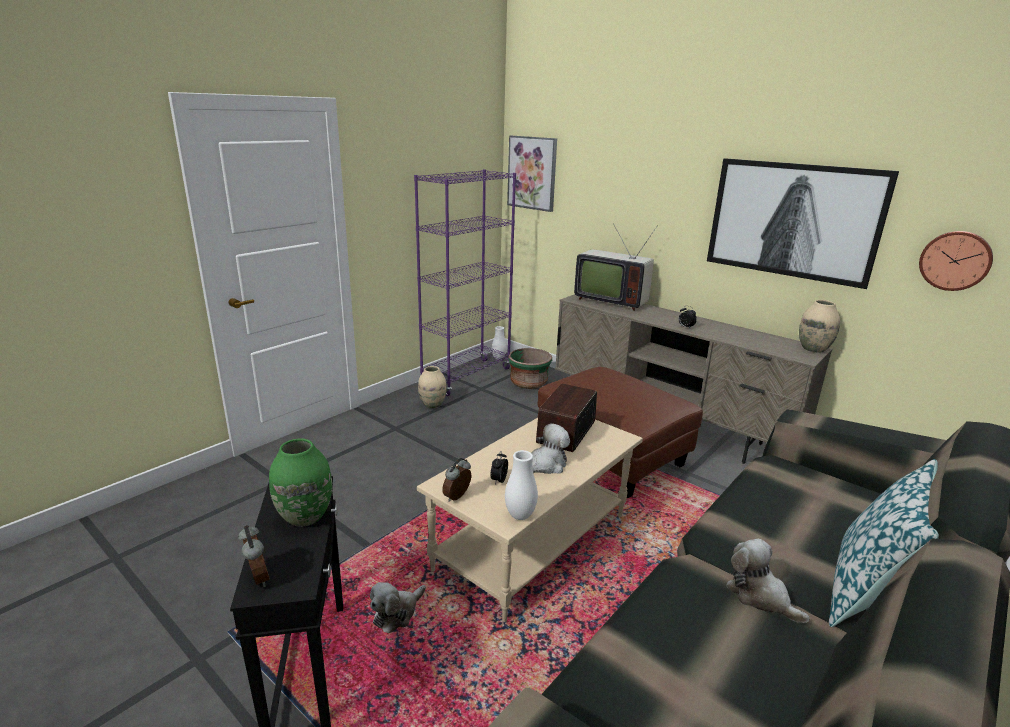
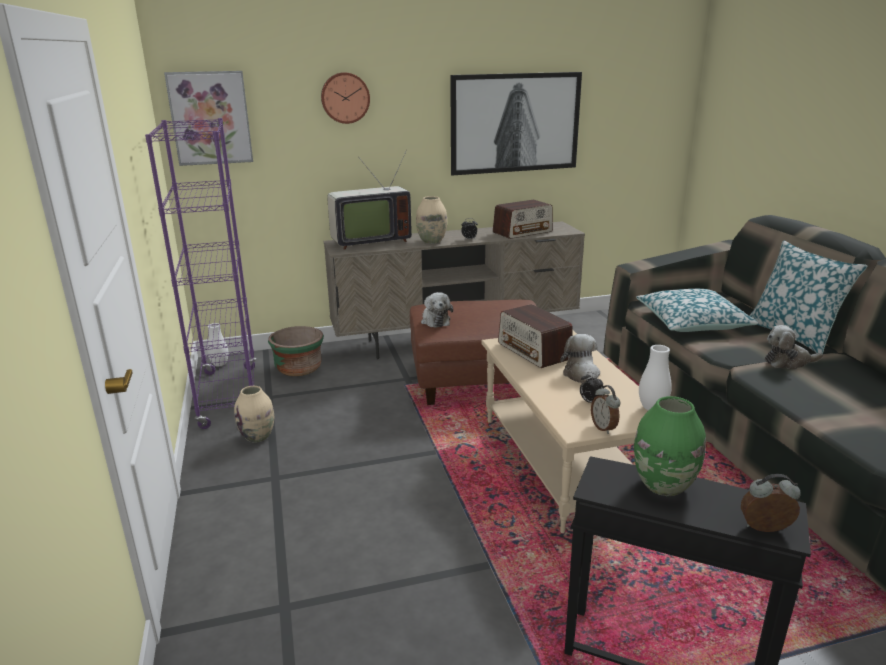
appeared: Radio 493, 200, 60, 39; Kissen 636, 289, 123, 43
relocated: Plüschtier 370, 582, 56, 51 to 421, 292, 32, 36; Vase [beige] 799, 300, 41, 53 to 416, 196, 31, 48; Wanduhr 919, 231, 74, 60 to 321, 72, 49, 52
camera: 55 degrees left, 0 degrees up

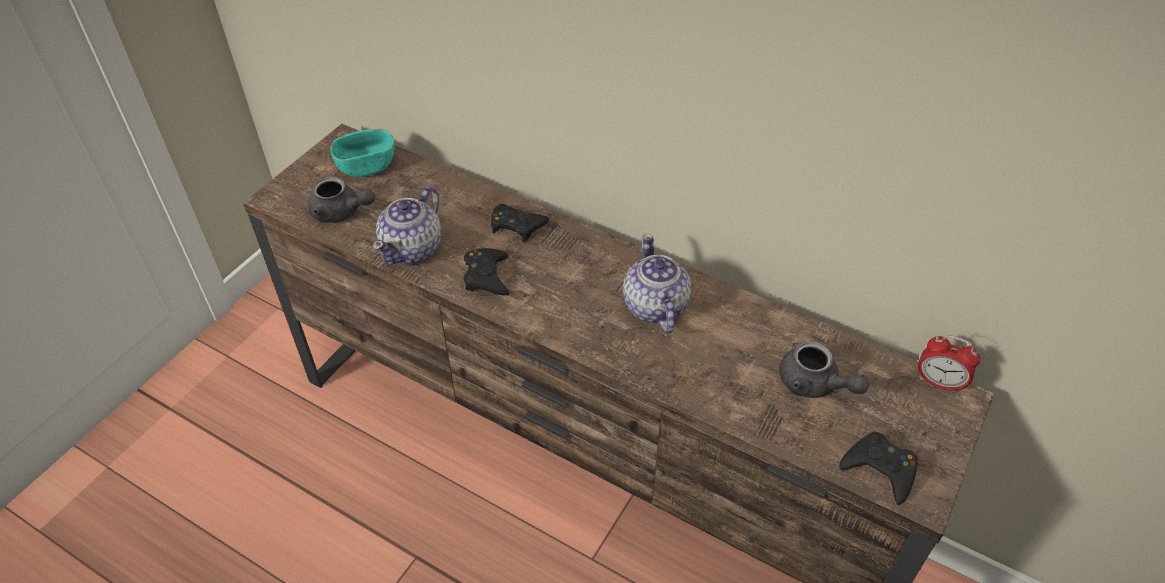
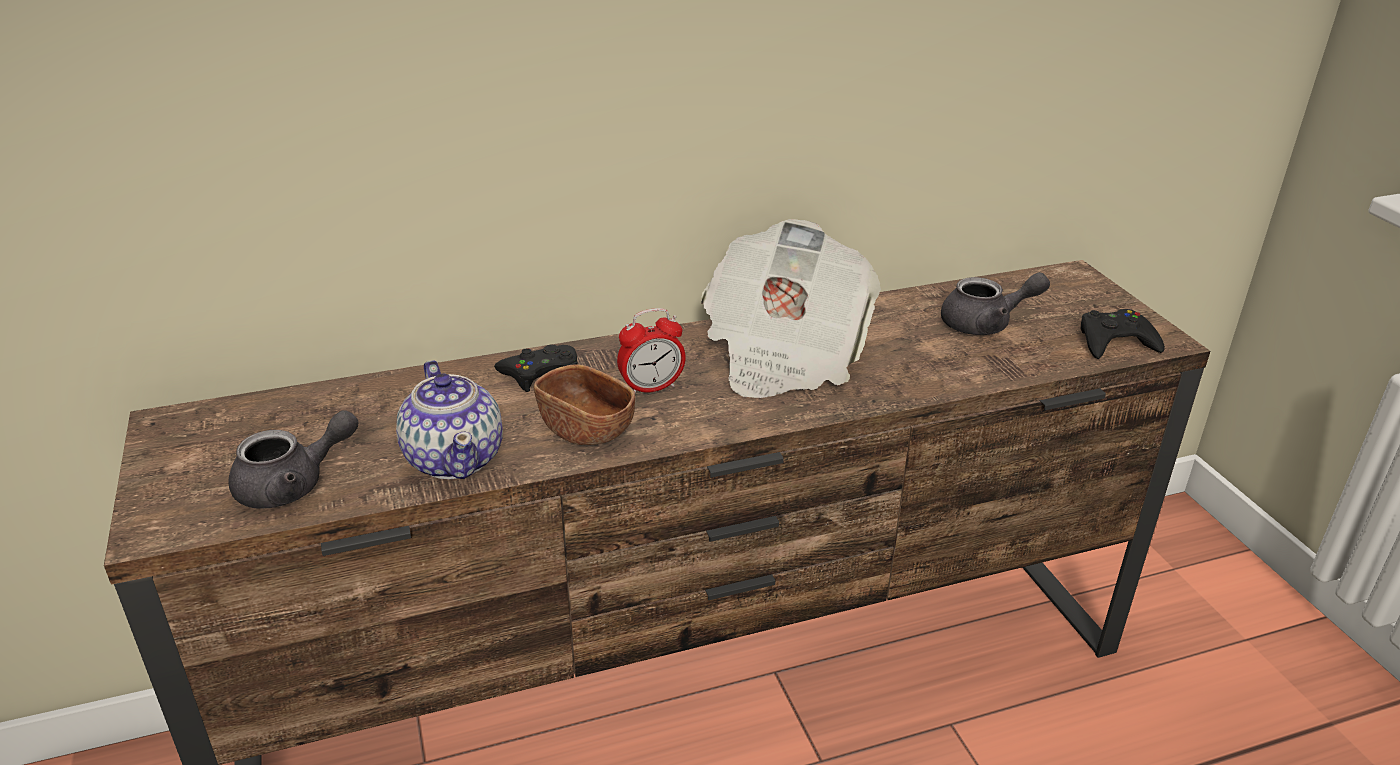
missing: Schüssel [türkis] 330, 129, 65, 48
relocated: Wecker 918, 335, 62, 58 to 617, 308, 69, 85
exchanged: Gamepad [schwarz] 463, 248, 46, 48 to Schüssel [braun] 534, 364, 101, 81; Teekanne 623, 234, 68, 100 to Zeitung 701, 219, 180, 179
camera: 50 degrees left, 15 degrees down

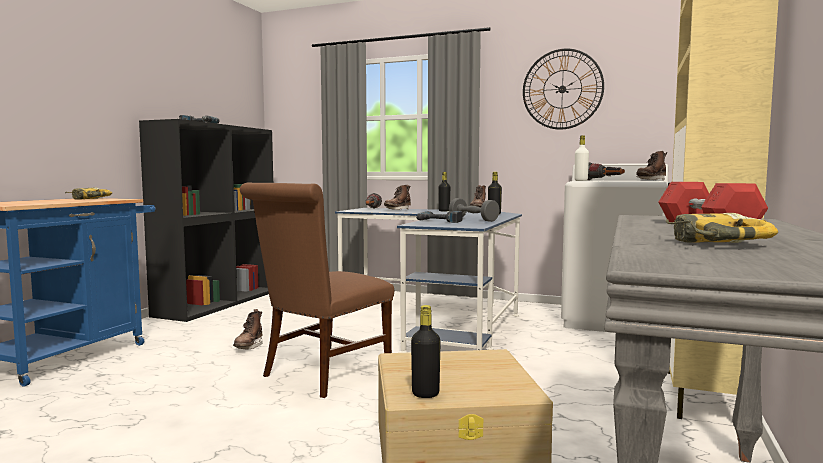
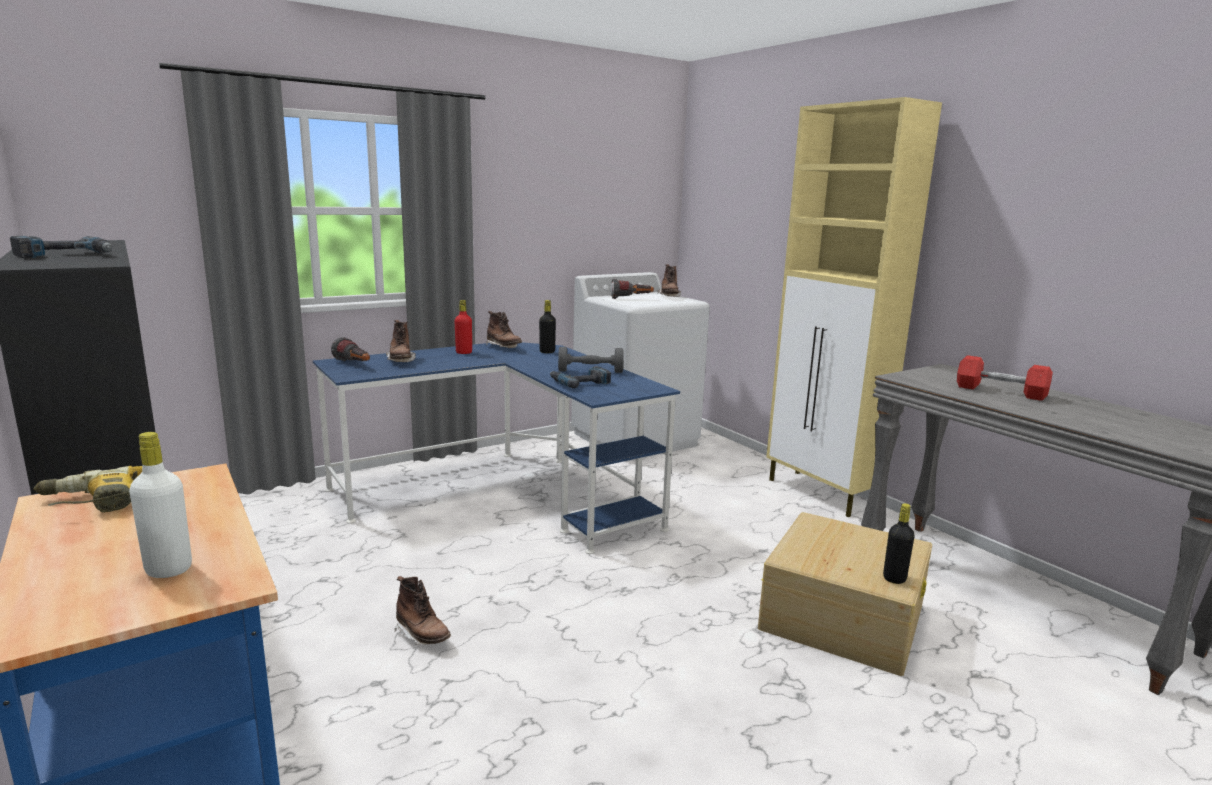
missing: Stuhl [braun] 240, 182, 154, 216; Wanduhr 523, 49, 81, 81; Bohrmaschine 666, 213, 112, 30
relocated: Flasche [weiß] 575, 135, 14, 46 to 129, 432, 63, 146
colour: Flasche [schwarz] 438, 172, 12, 39 to Flasche [rot] 454, 300, 18, 54
camera: 55 degrees left, 10 degrees up

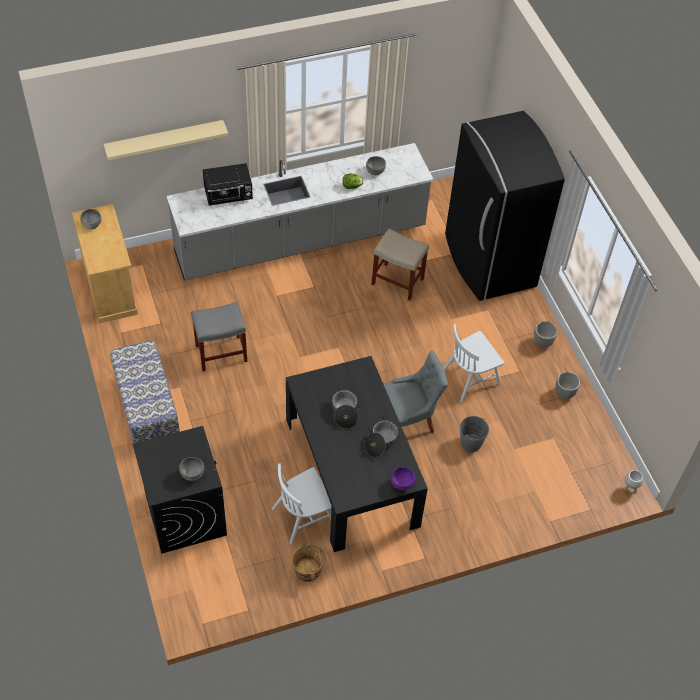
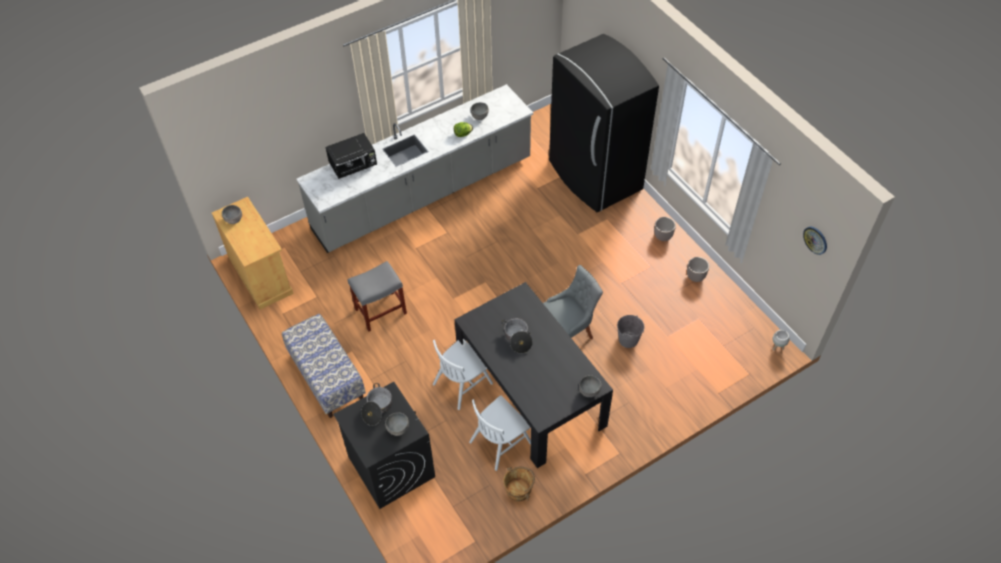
missing: Wandregal [beige] 104, 120, 124, 40; Hocker [beige] 372, 228, 57, 72
appeared: Wanduhr 803, 227, 24, 28
relocated: Kochtopf 364, 416, 34, 41 to 361, 383, 31, 43; Stuhl [weiß] 443, 324, 61, 78 to 433, 339, 60, 71
colour: Schüssel [lila] 391, 467, 24, 23 to Schüssel [grau] 579, 375, 22, 22
camera: 10 degrees left, 0 degrees up

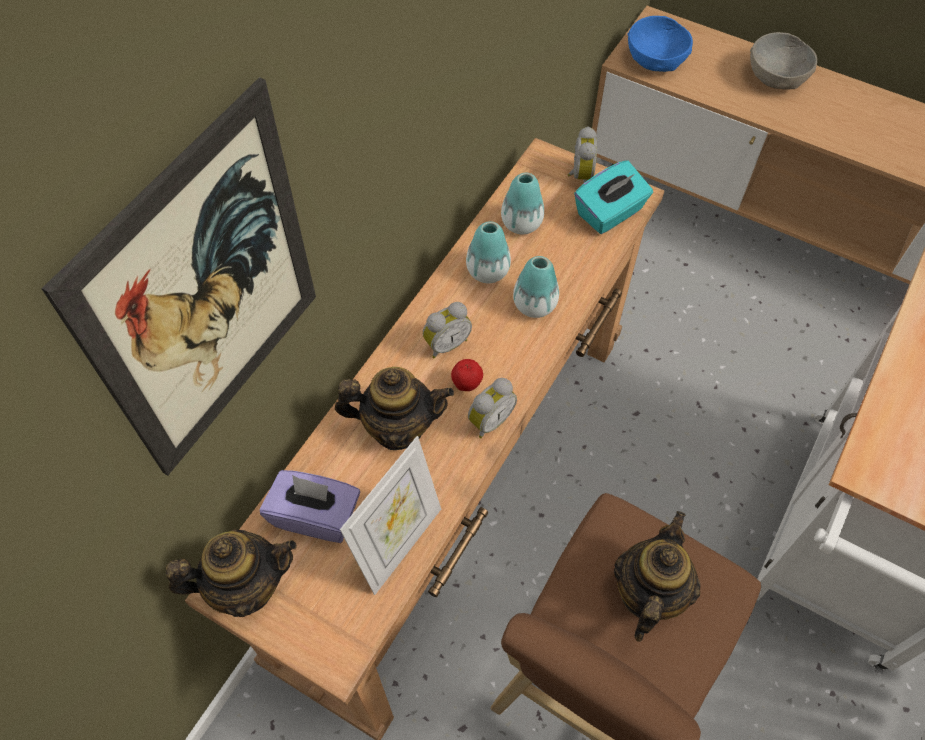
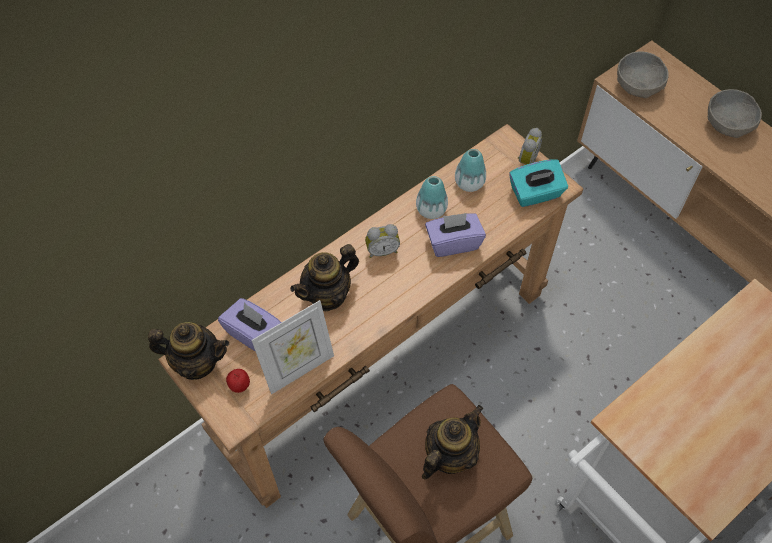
missing: Bild 42, 77, 274, 398; Wecker 468, 378, 49, 60
relocated: Apfel 451, 359, 32, 32 to 226, 369, 24, 24
exchanged: Vase 513, 256, 46, 62 to Taschentuchbox [lila] 425, 213, 61, 44
colour: Schüssel [blau] 627, 16, 66, 56 to Schüssel [grau] 617, 51, 52, 47
spun: Teekanne 335, 367, 119, 83 = 290, 244, 69, 68 120 degrees clockwise
camera: 20 degrees right, 0 degrees up

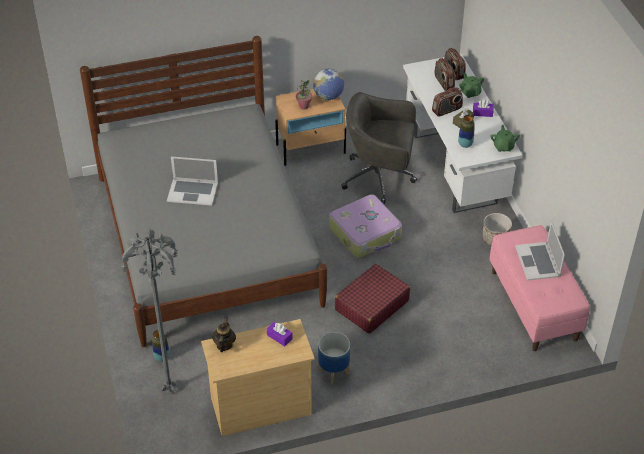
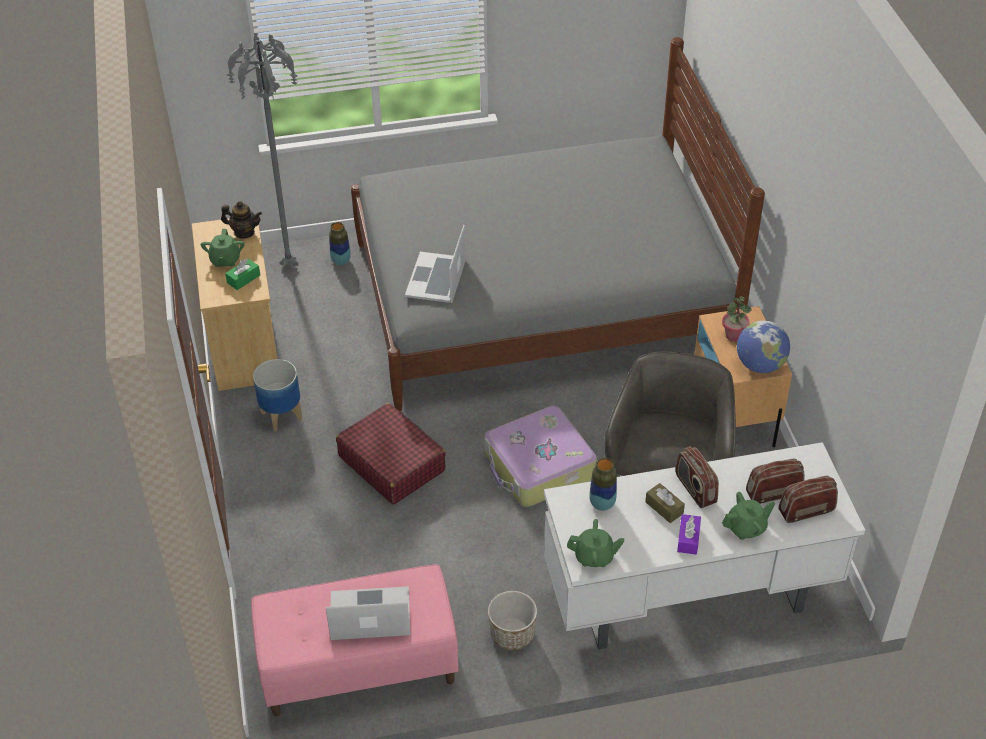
appeared: Teekanne [grün] 201, 229, 43, 38
relocated: Laptop 167, 156, 51, 50 to 405, 225, 61, 78
colour: Taschentuchbox [lila] 267, 321, 26, 25 to Taschentuchbox [grün] 225, 259, 35, 31
camera: 95 degrees right, 0 degrees up

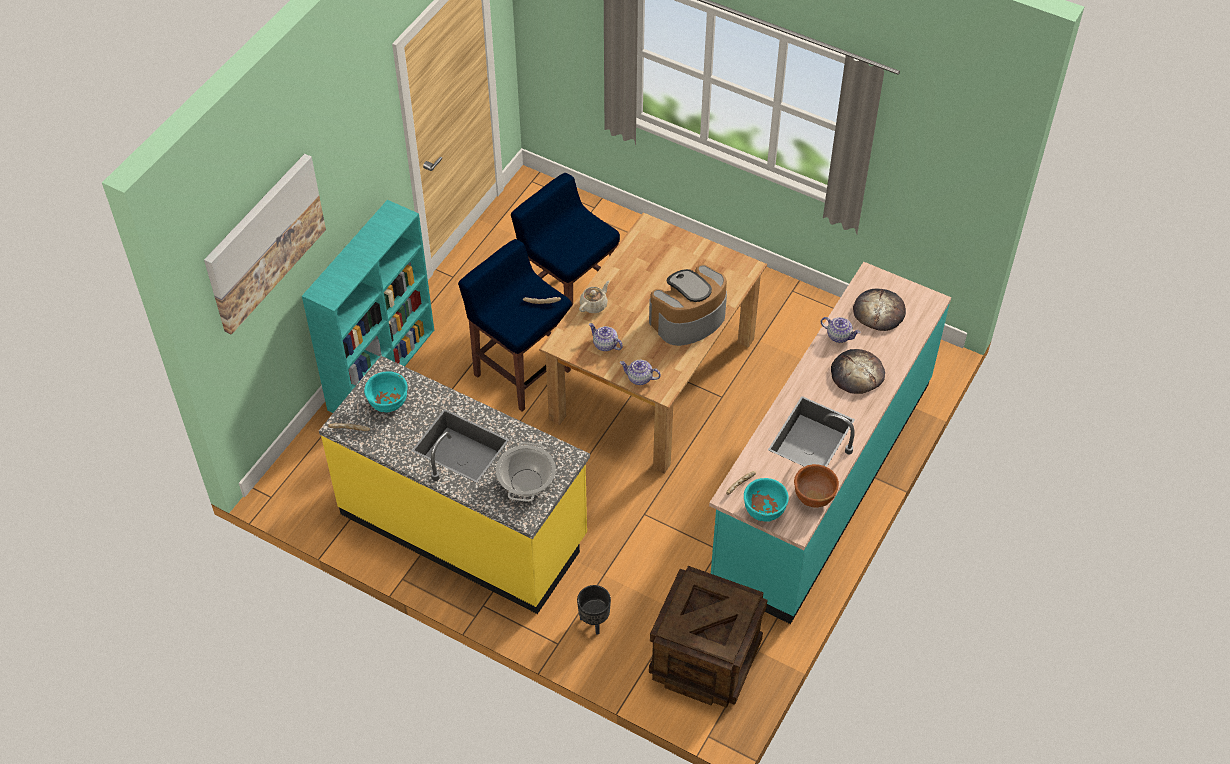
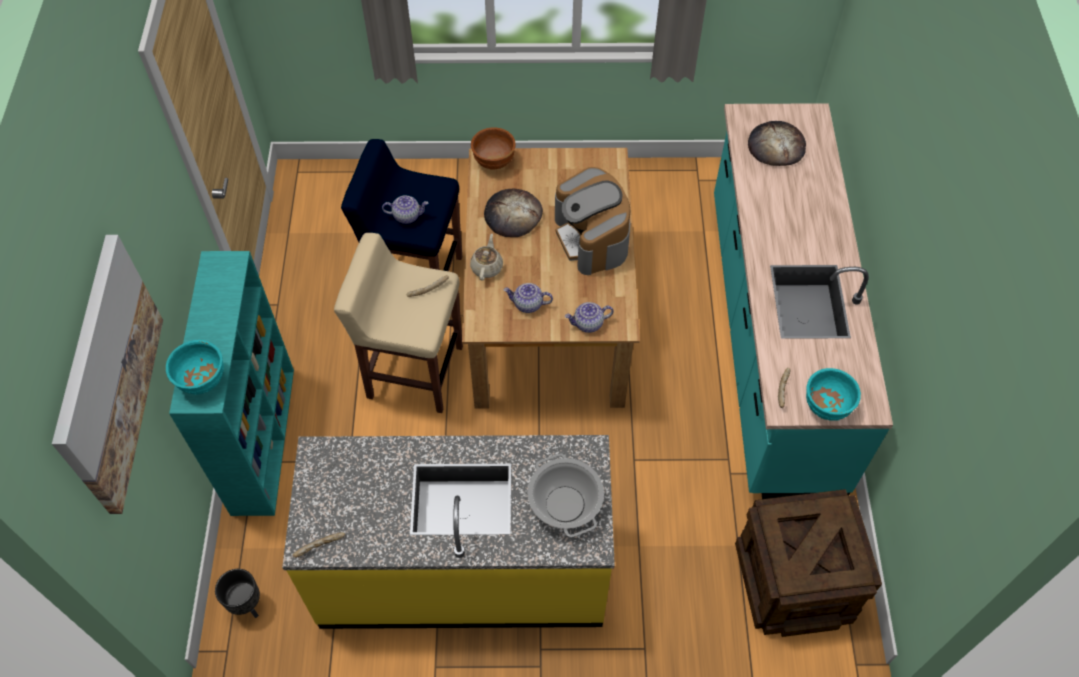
relocated: Schüssel [türkis] 364, 371, 44, 42 to 166, 340, 58, 55; Pflanzkübel [schwarz] 577, 585, 34, 50 to 215, 569, 45, 49; Schüssel [braun] 794, 464, 45, 44 to 471, 127, 45, 42; Teekanne 821, 317, 40, 26 to 382, 195, 46, 29; Brot 831, 349, 54, 45 to 484, 189, 59, 48
colour: Hocker [blau] 458, 239, 114, 173 to Hocker [beige] 334, 233, 129, 180
spun: Kaffeemaschine 649, 264, 78, 82 = 555, 167, 76, 108 45 degrees counterclockwise
camera: 30 degrees left, 5 degrees up

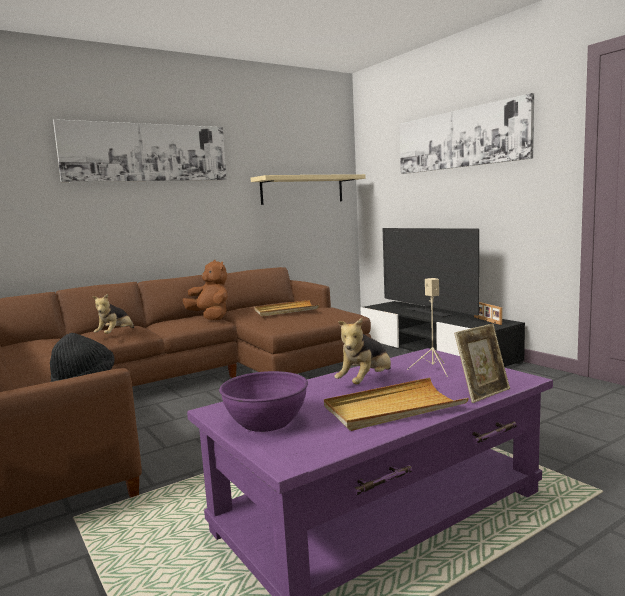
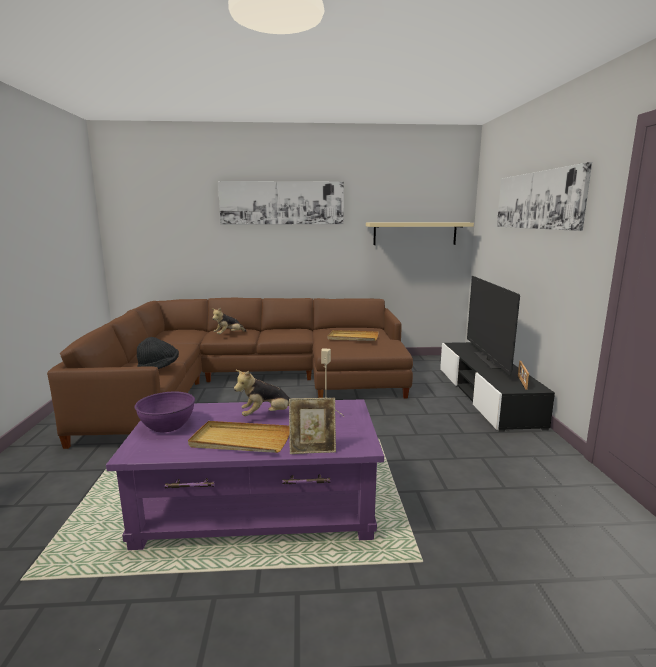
missing: Plüschtier [braun] 183, 260, 45, 60
camera: 30 degrees right, 5 degrees up

